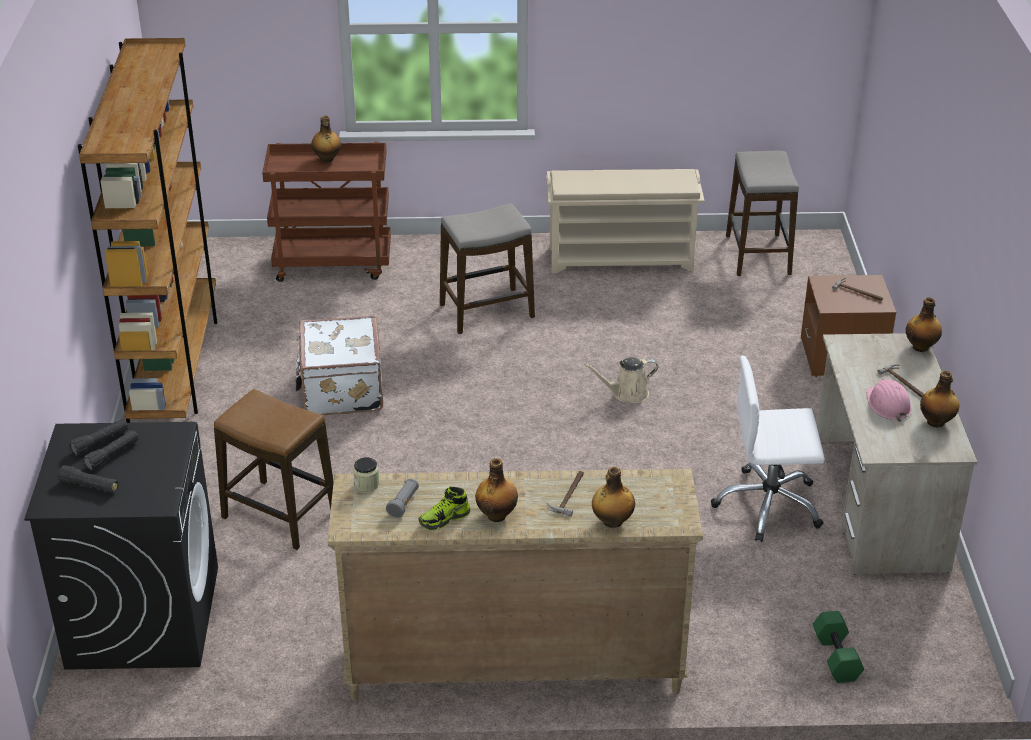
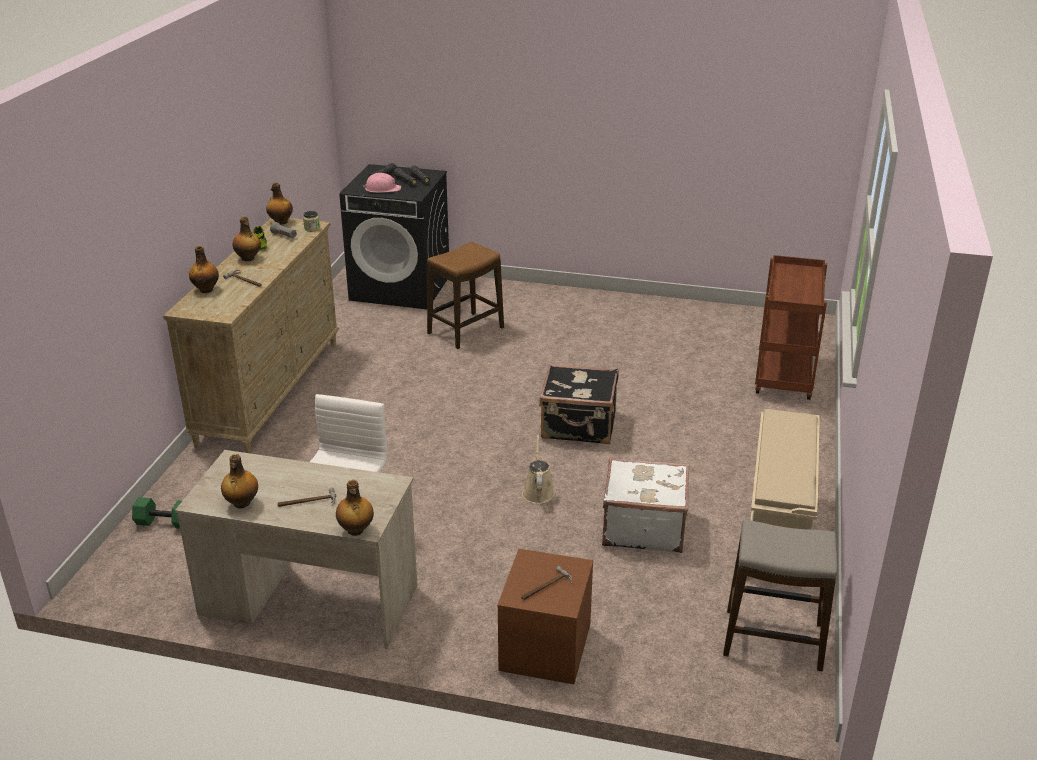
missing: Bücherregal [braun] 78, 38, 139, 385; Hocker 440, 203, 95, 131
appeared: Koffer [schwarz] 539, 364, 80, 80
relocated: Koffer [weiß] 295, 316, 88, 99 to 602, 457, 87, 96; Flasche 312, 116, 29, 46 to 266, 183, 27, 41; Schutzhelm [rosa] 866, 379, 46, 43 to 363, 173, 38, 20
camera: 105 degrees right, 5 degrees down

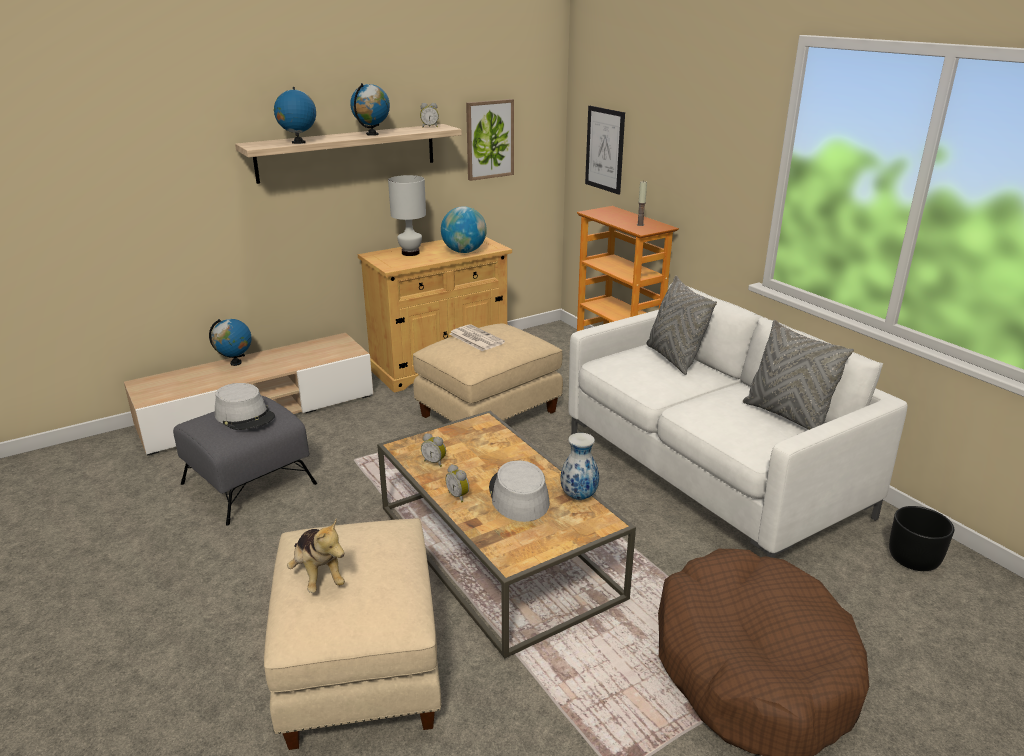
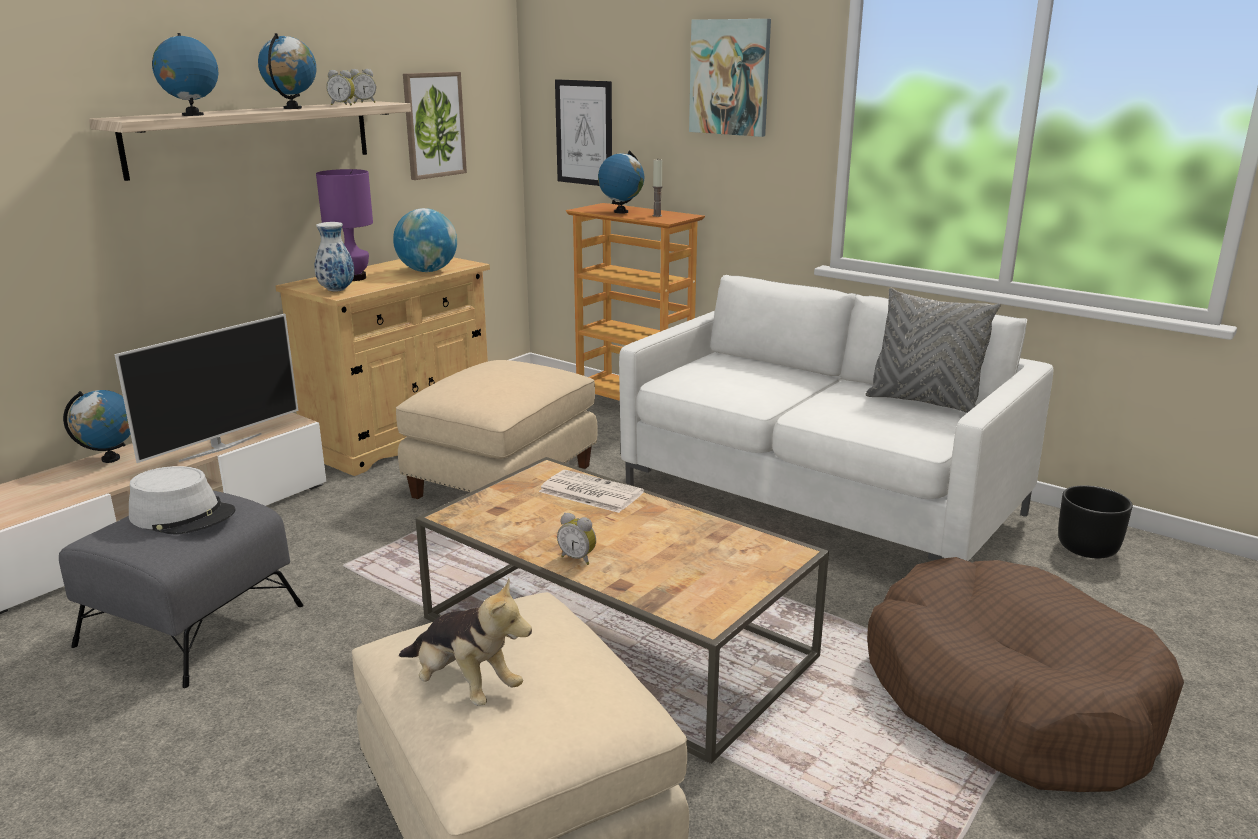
missing: Hut [grau] 489, 460, 61, 62; Kissen [grau] 647, 275, 70, 100
appeared: Fernseher 114, 314, 184, 149; Globus 598, 151, 46, 62; Bild 689, 19, 82, 118
relocated: Wecker 421, 433, 25, 34 to 326, 70, 29, 35; Zeitung 449, 324, 56, 27 to 539, 470, 105, 43; Vase 561, 433, 38, 67 to 314, 222, 41, 70
colour: Tischlampe [weiß] 388, 175, 38, 81 to Tischlampe [lila] 316, 169, 57, 112
camera: 20 degrees left, 5 degrees down

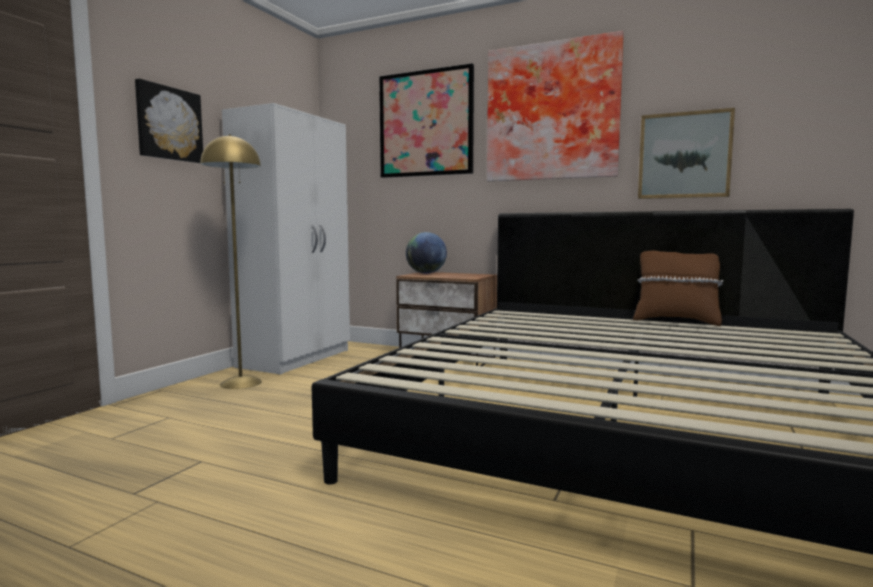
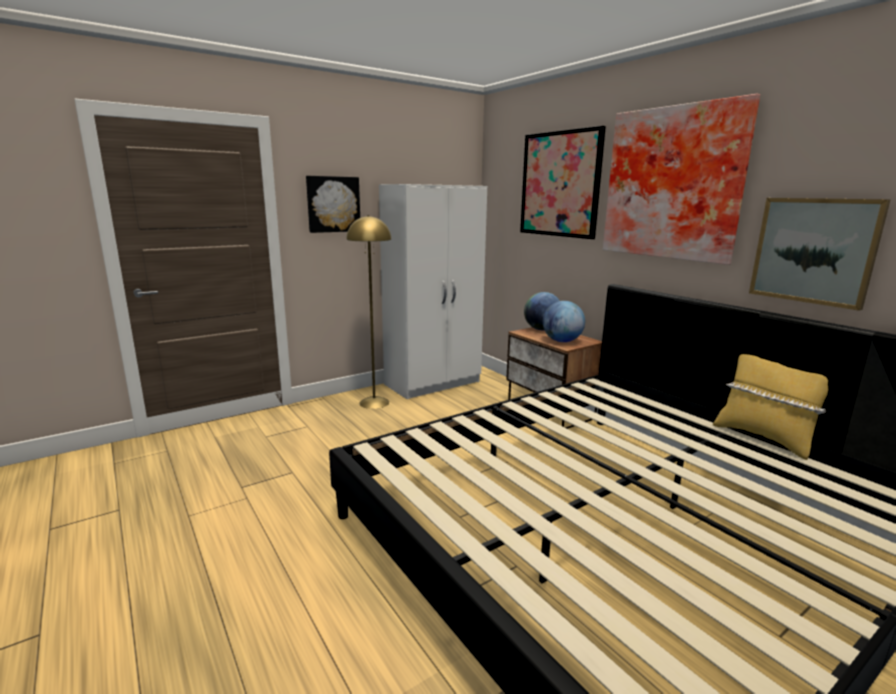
appeared: Globus 543, 301, 42, 41
colour: Kissen [braun] 633, 251, 90, 75 to Kissen [gelb] 713, 354, 115, 106
camera: 30 degrees right, 10 degrees up

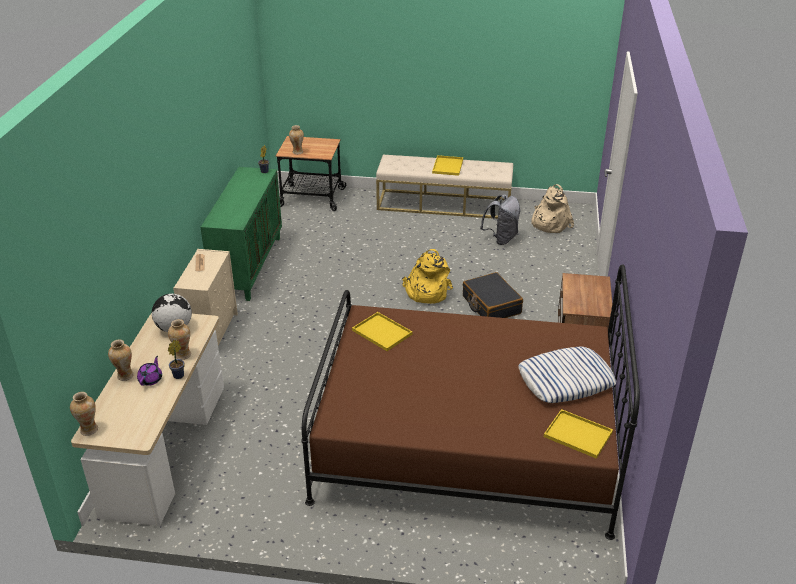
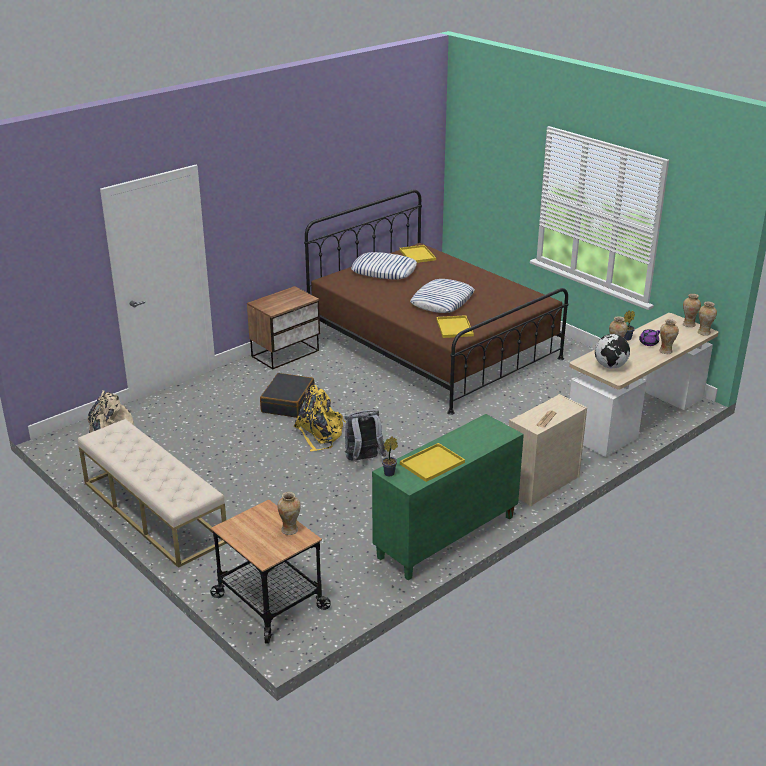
appeared: Kissen 410, 279, 65, 34; Vase 683, 294, 18, 33
relocated: Tablett [gelb] 432, 155, 31, 21 to 400, 443, 65, 39; Rucksack [grau] 480, 194, 40, 51 to 345, 409, 41, 52
camera: 140 degrees left, 5 degrees down

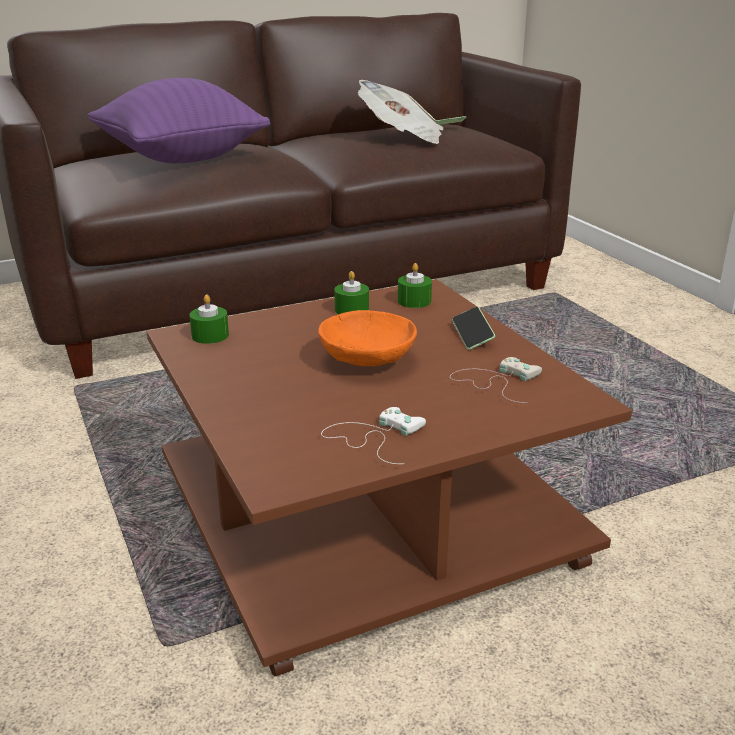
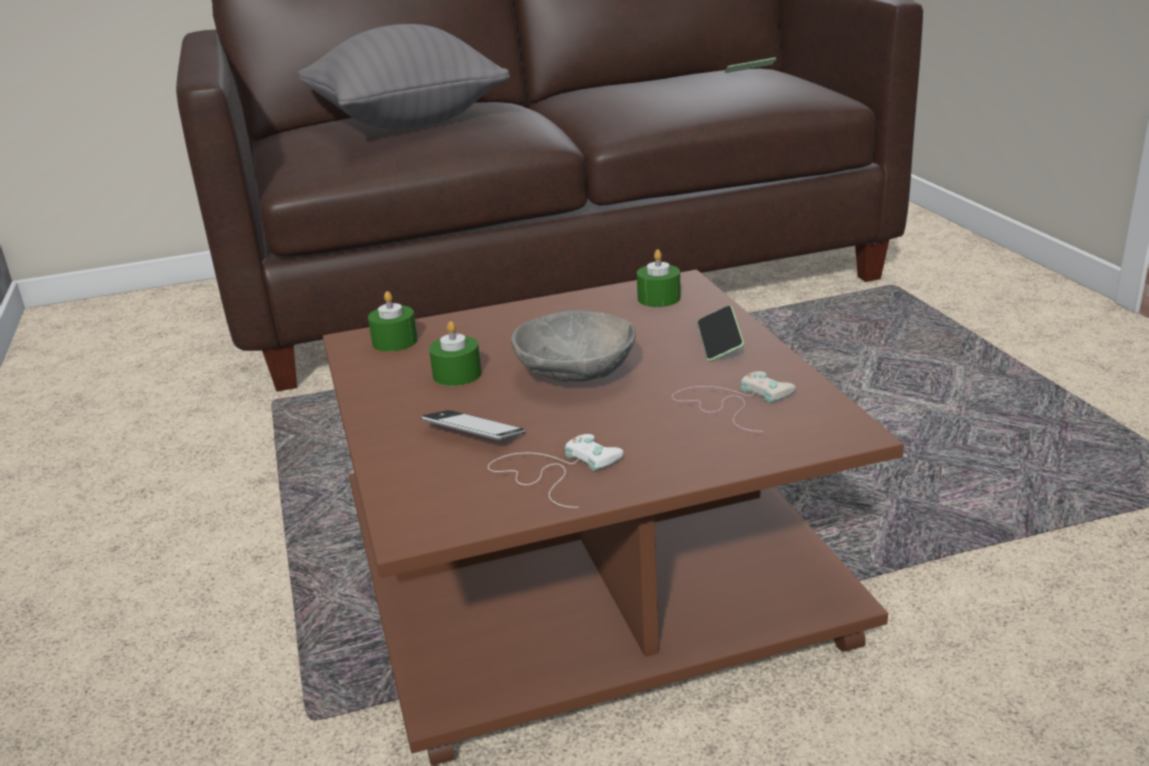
missing: Zeitung 358, 80, 85, 64
appeared: Handy 421, 410, 105, 30
relocated: Kerze [grün] 334, 271, 35, 44 to 429, 321, 52, 65
colour: Kissen [lila] 88, 78, 182, 85 to Kissen [grau] 298, 24, 212, 105; Schüssel [orange] 318, 310, 99, 56 to Schüssel [grau] 511, 310, 125, 72
camera: 10 degrees right, 0 degrees up

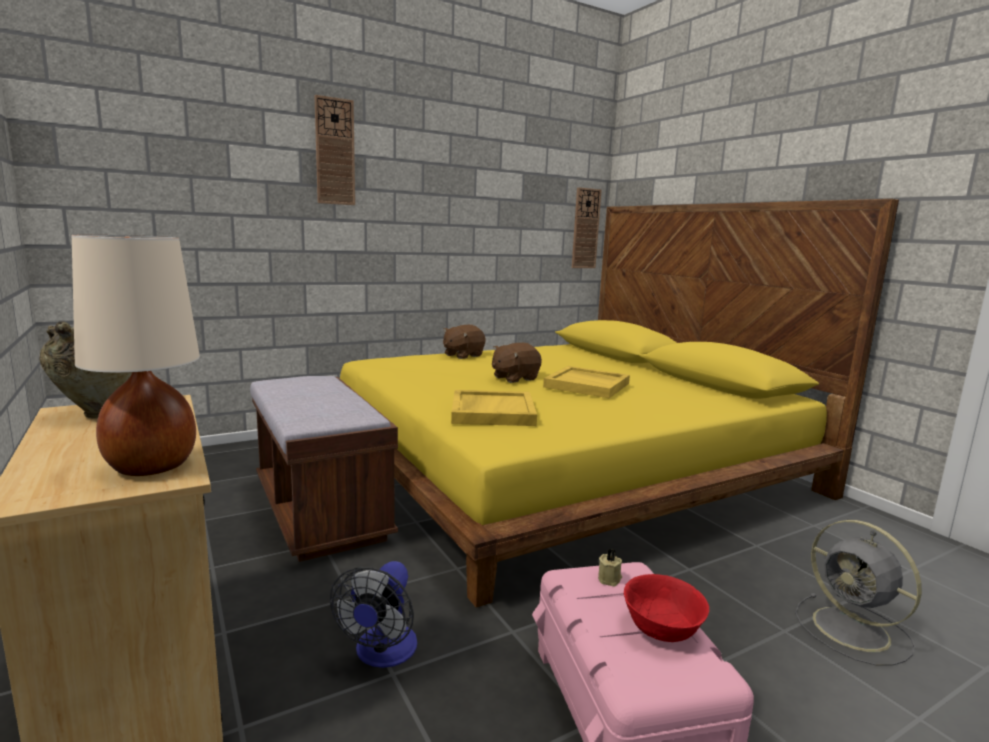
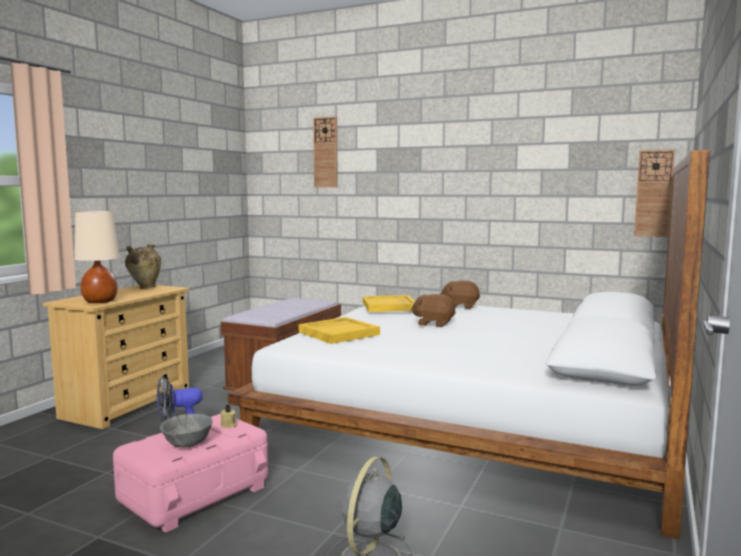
relocated: Wanduhr 314, 95, 41, 110 to 313, 116, 25, 72; Tablett [gelb] 543, 366, 87, 32 to 363, 295, 52, 17
colour: Bett [gelb] 340, 199, 559, 409 to Bett [weiß] 228, 150, 482, 389; Schüssel [rot] 624, 574, 85, 68 to Schüssel [grau] 160, 414, 53, 33
camera: 55 degrees right, 5 degrees down

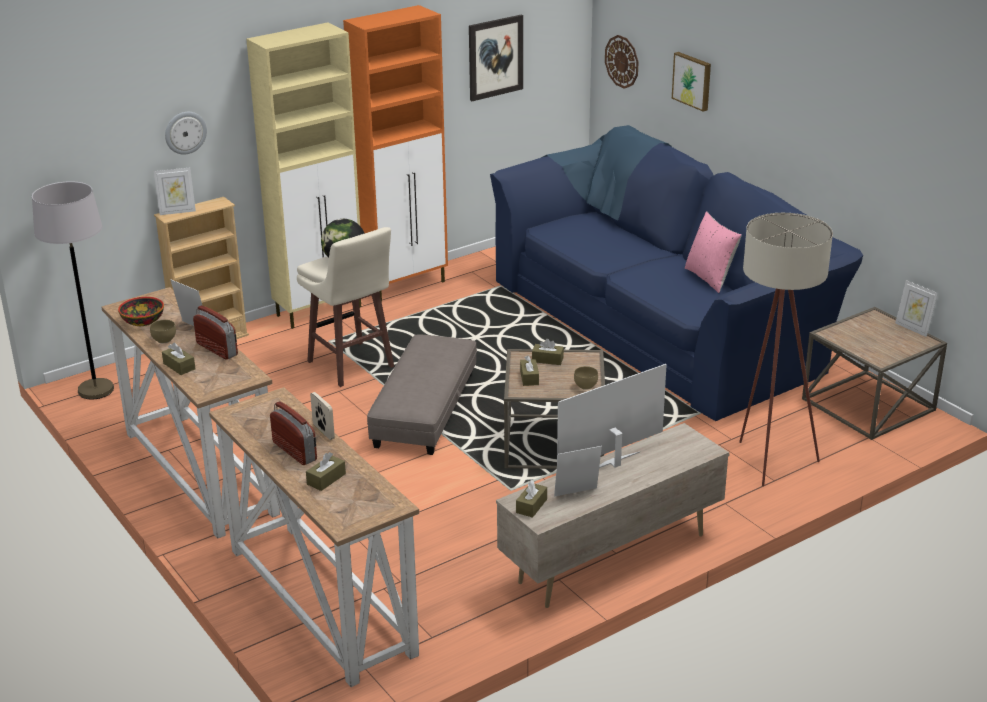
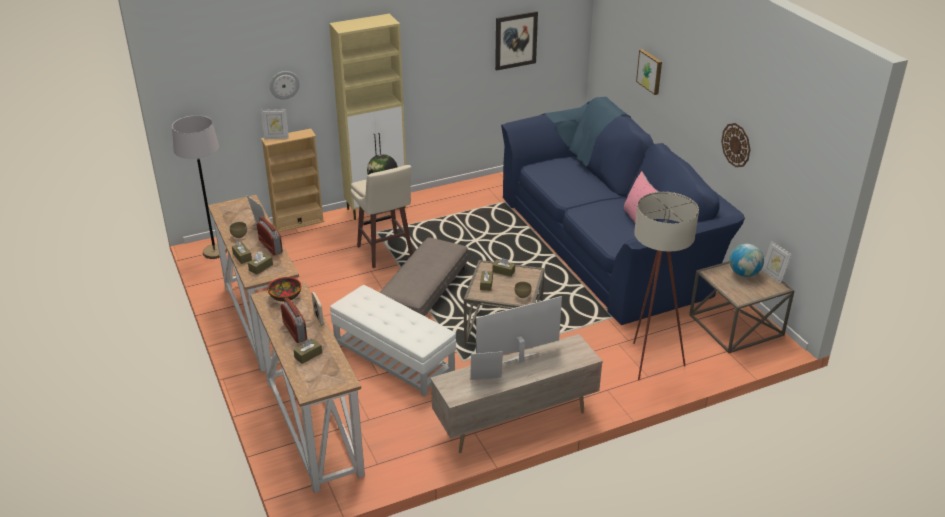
missing: Schrank [orange] 343, 5, 105, 297
appeared: Polsterhocker [weiß] 330, 285, 126, 112; Globus 729, 243, 35, 34
relocated: Schüssel 118, 297, 46, 29 to 267, 277, 34, 25; Taschentuchbox [braun] 516, 480, 31, 38 to 248, 252, 25, 23; Wanduhr 605, 35, 34, 54 to 721, 123, 29, 44
camera: 10 degrees right, 5 degrees up

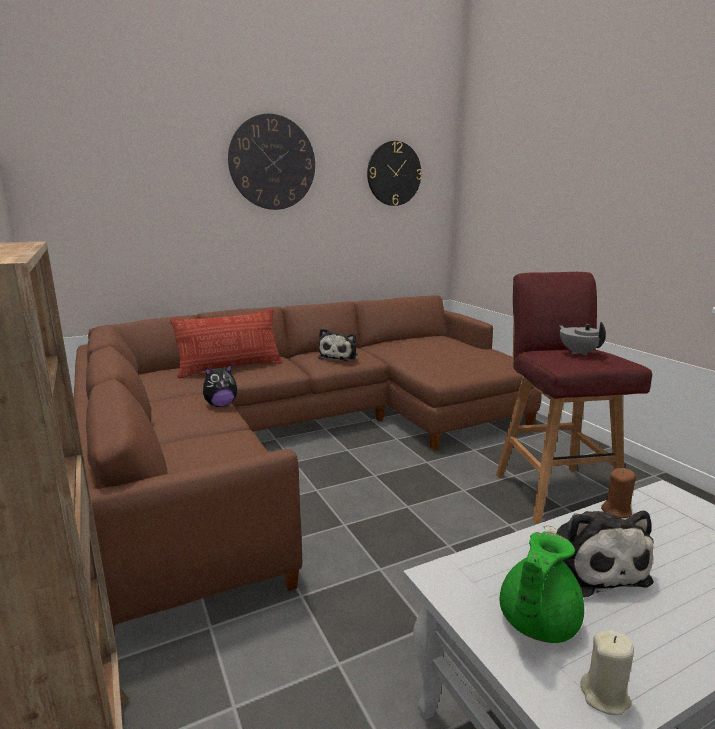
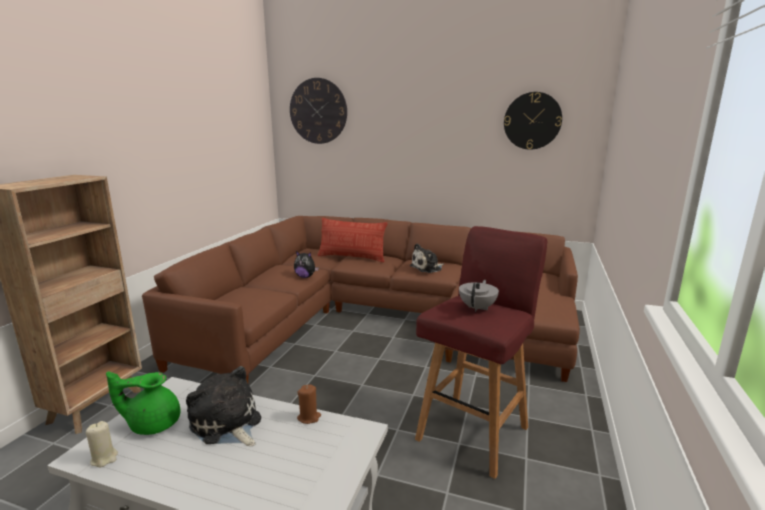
relocated: Wanduhr 228, 114, 87, 96 to 290, 78, 57, 66
spun: Plüschtier 543, 510, 111, 87 = 186, 366, 75, 80 105 degrees clockwise
camera: 45 degrees right, 0 degrees up

